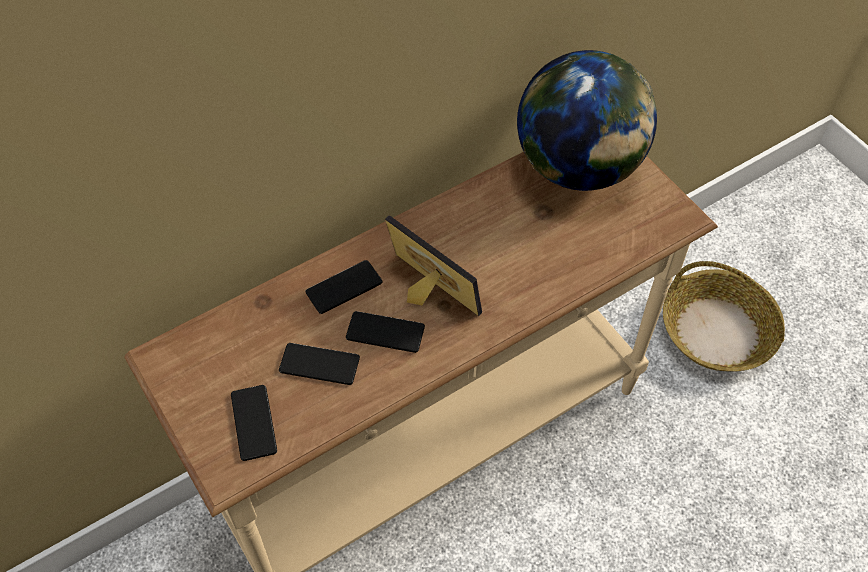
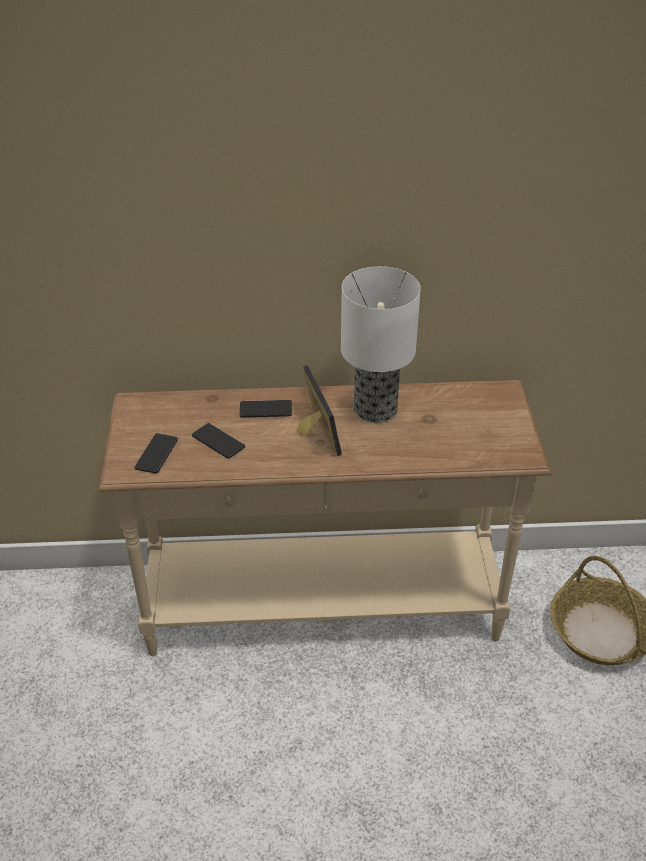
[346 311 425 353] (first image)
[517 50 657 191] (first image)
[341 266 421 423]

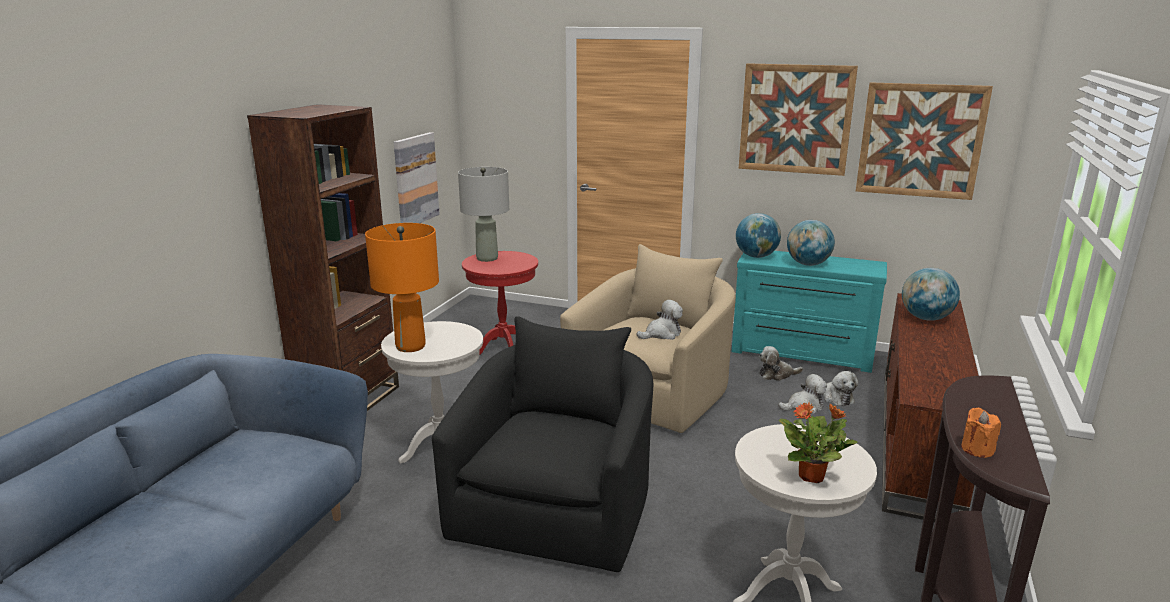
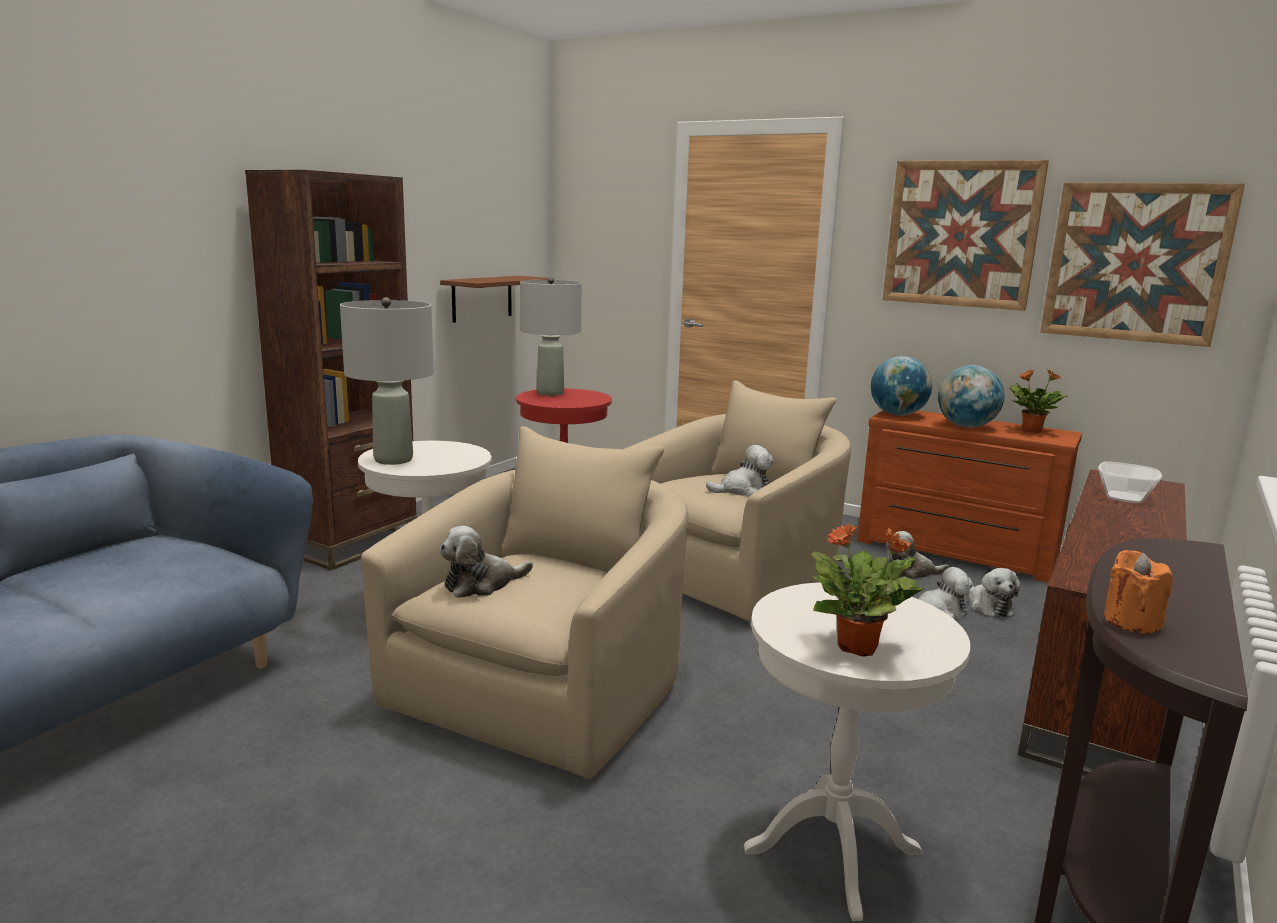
[439 526 533 598]
[1009 369 1068 433]
[440 276 548 323]
[1098 461 1162 503]
[340 297 434 465]
[361 426 688 778]
[857 410 1082 583]

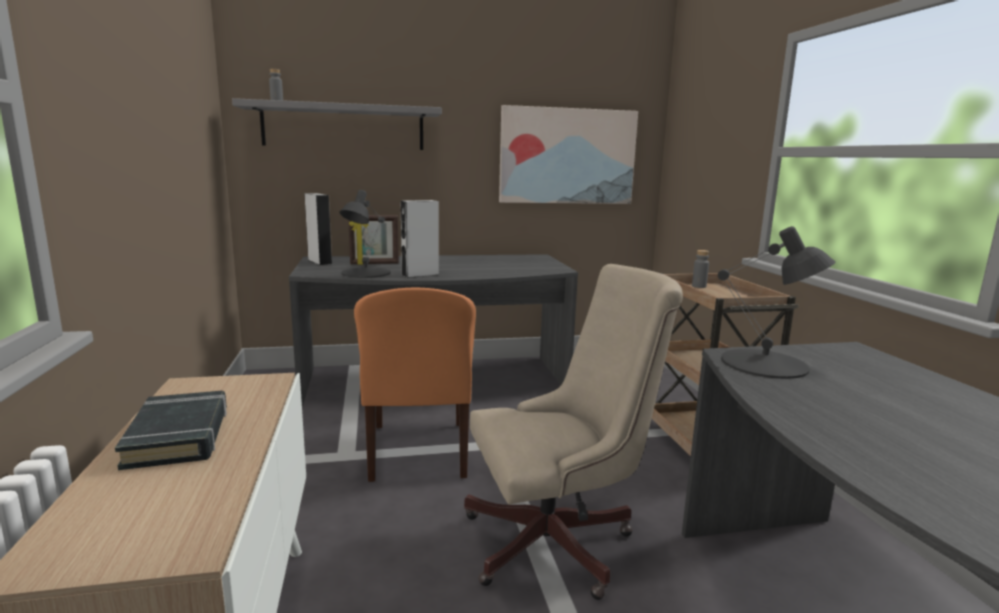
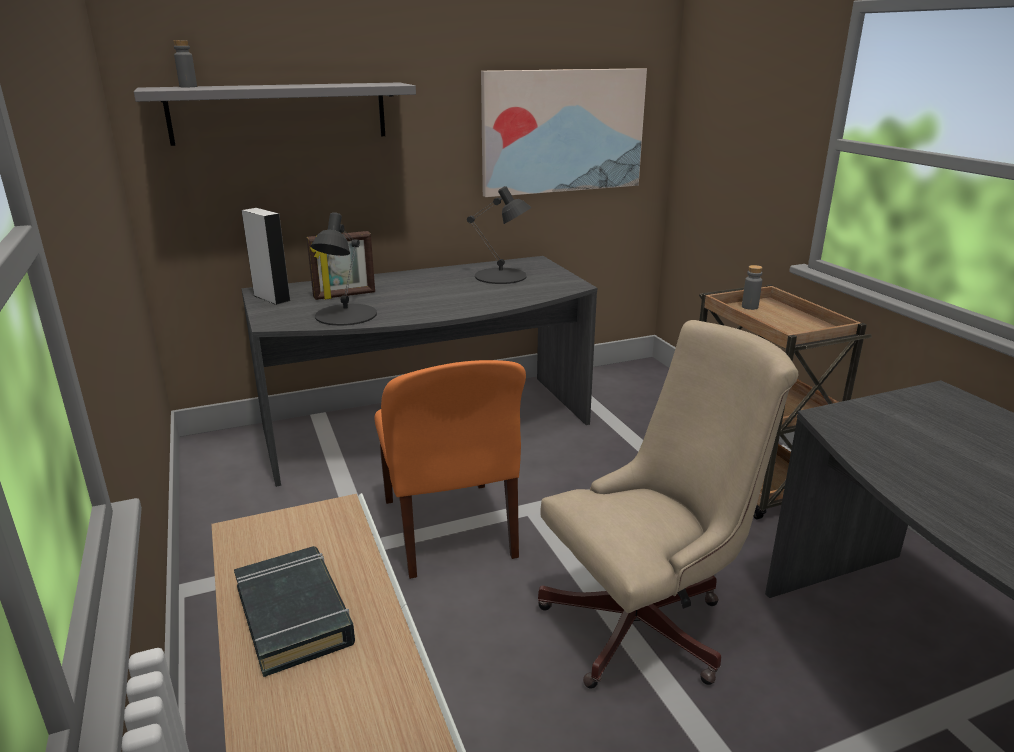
[401 200 439 278] (first image)
[467 186 532 284]

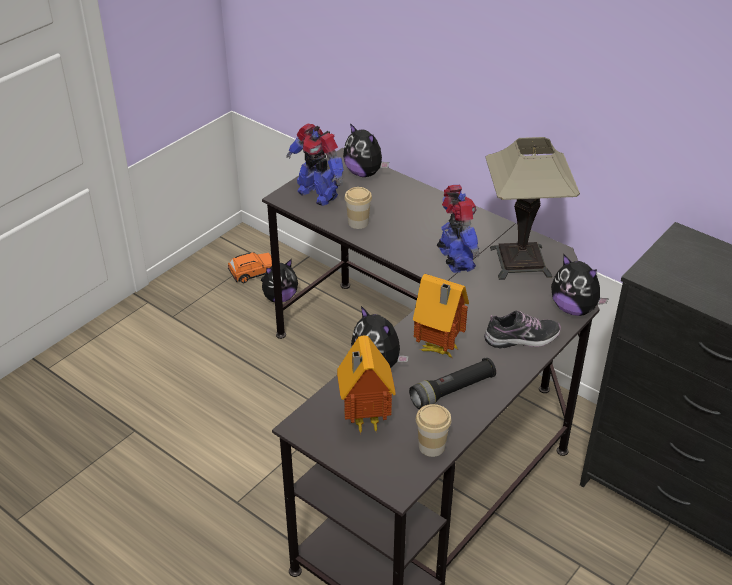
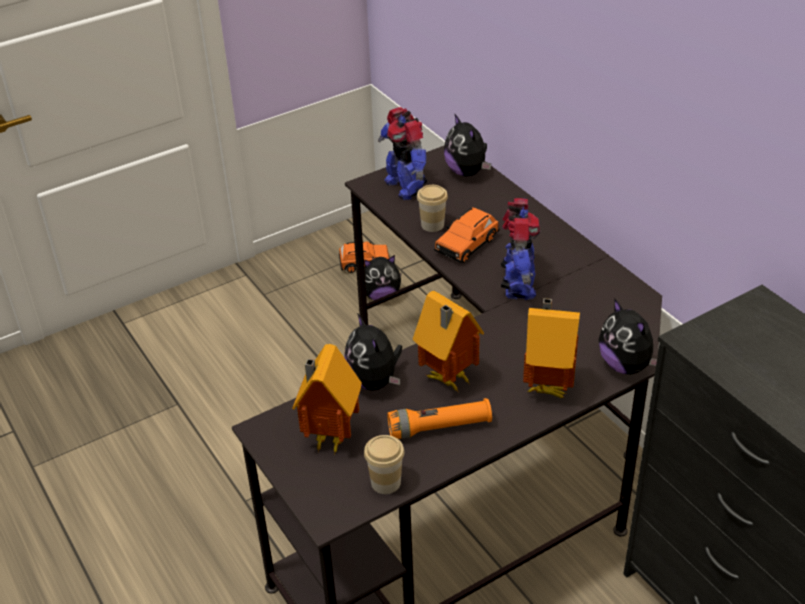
[485 137 580 280] (first image)
[434 207 500 263]
[523 298 580 398]
[387 398 492 439]

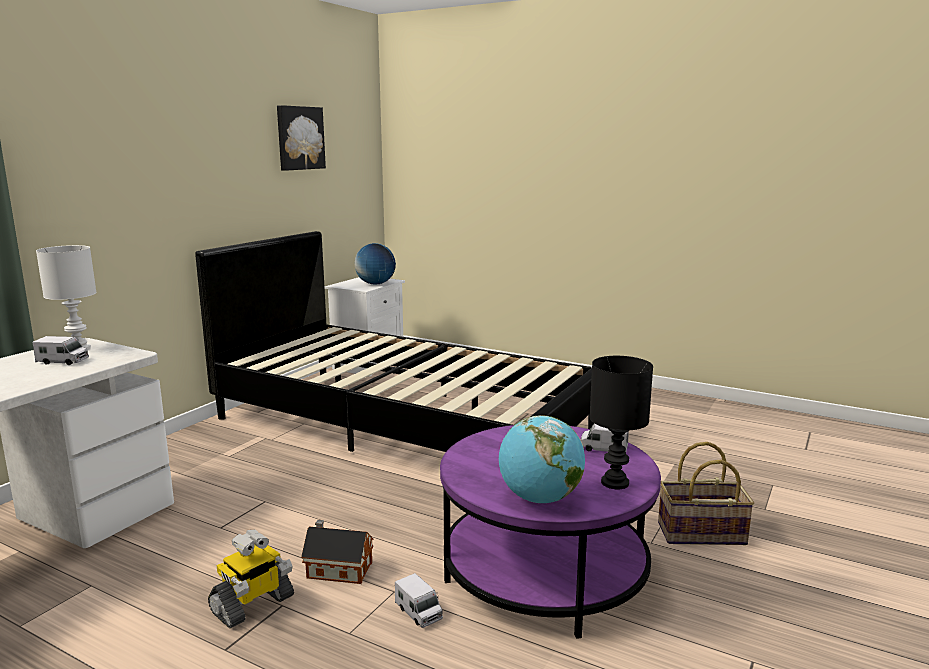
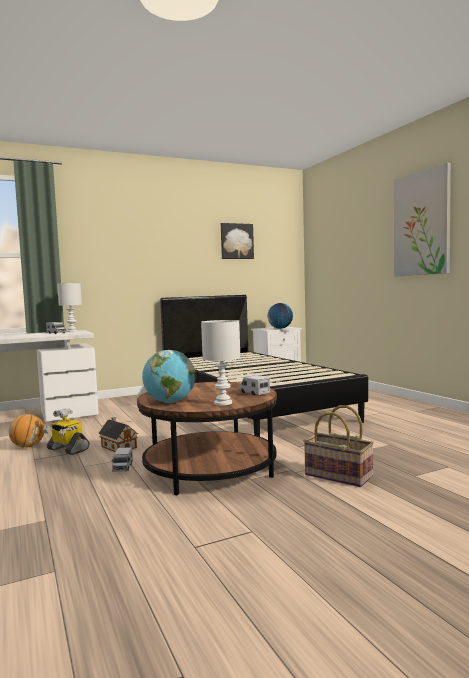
[9 414 44 448]
[394 163 451 277]
[137 382 277 495]
[201 320 241 405]
[43 408 90 455]

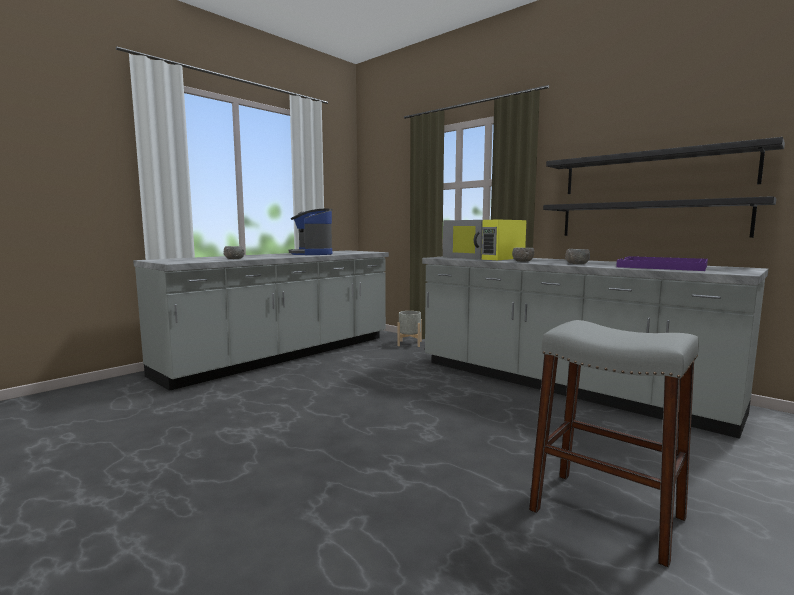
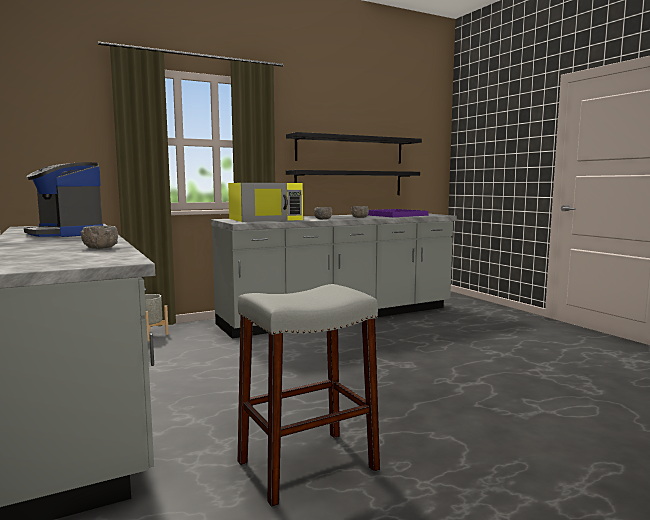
[237 284 380 507]
[24 162 103 237]

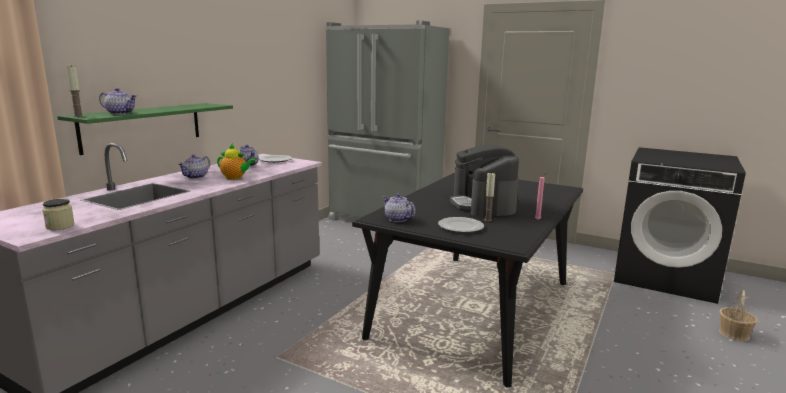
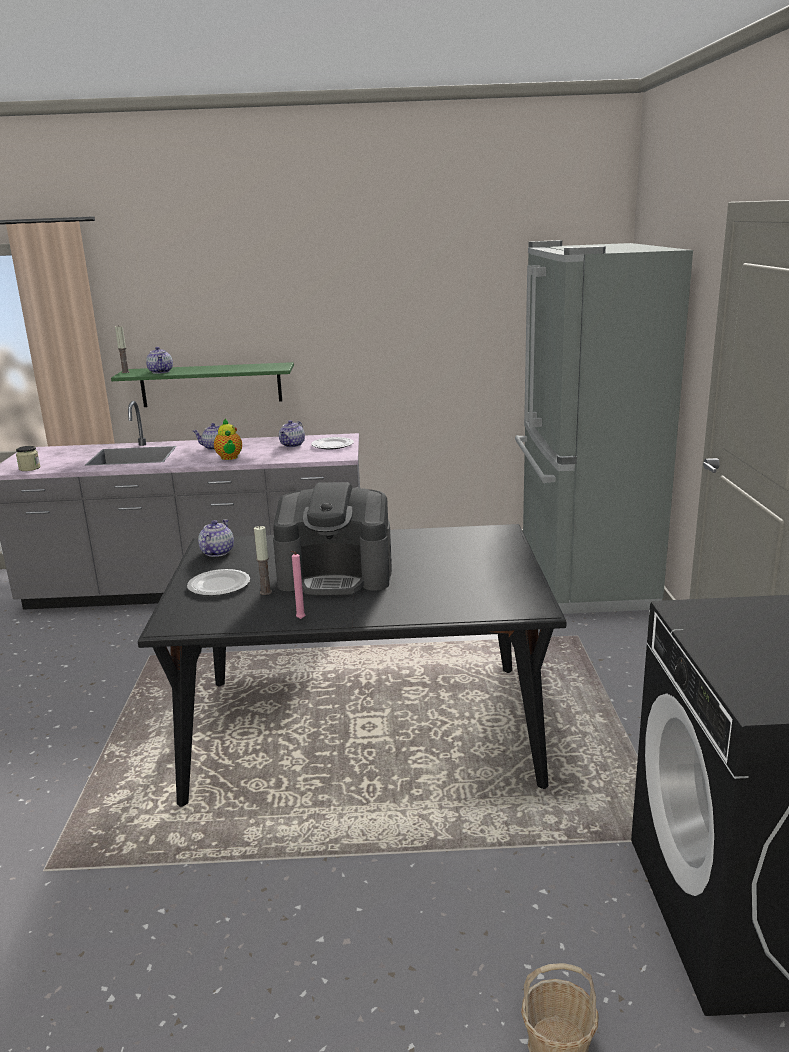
[273 482 392 595]

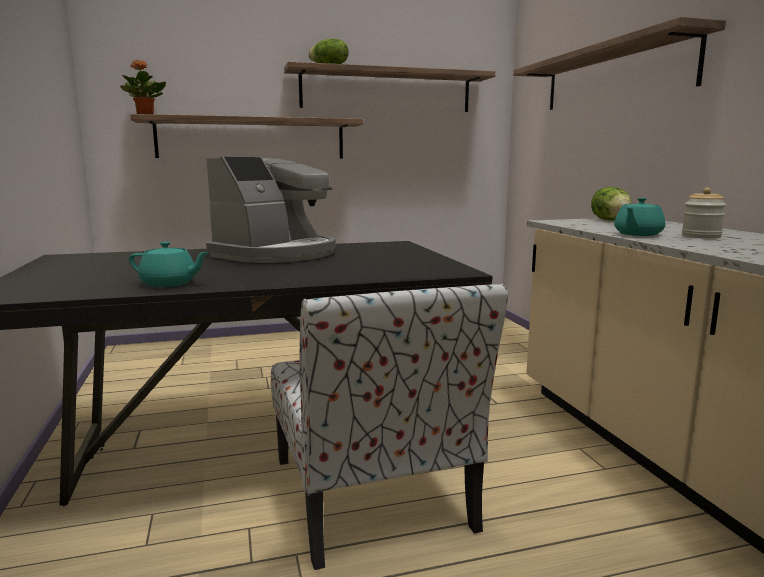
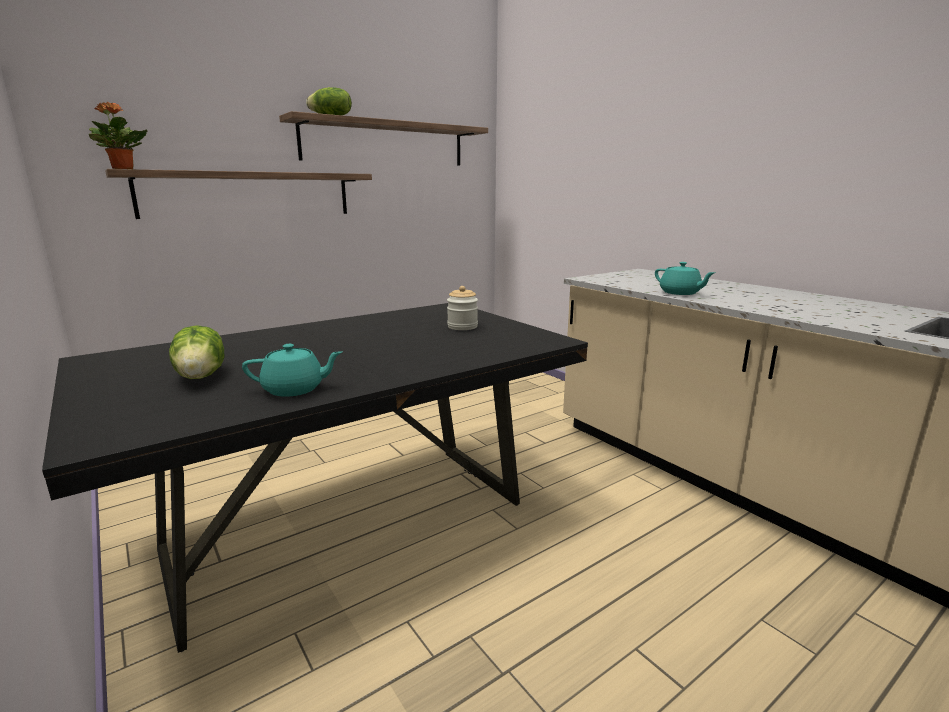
[206 157 336 263] (first image)
[271 284 508 570] (first image)
[513 17 726 110] (first image)
[169 325 224 379]
[447 286 478 330]
[655 262 716 295]

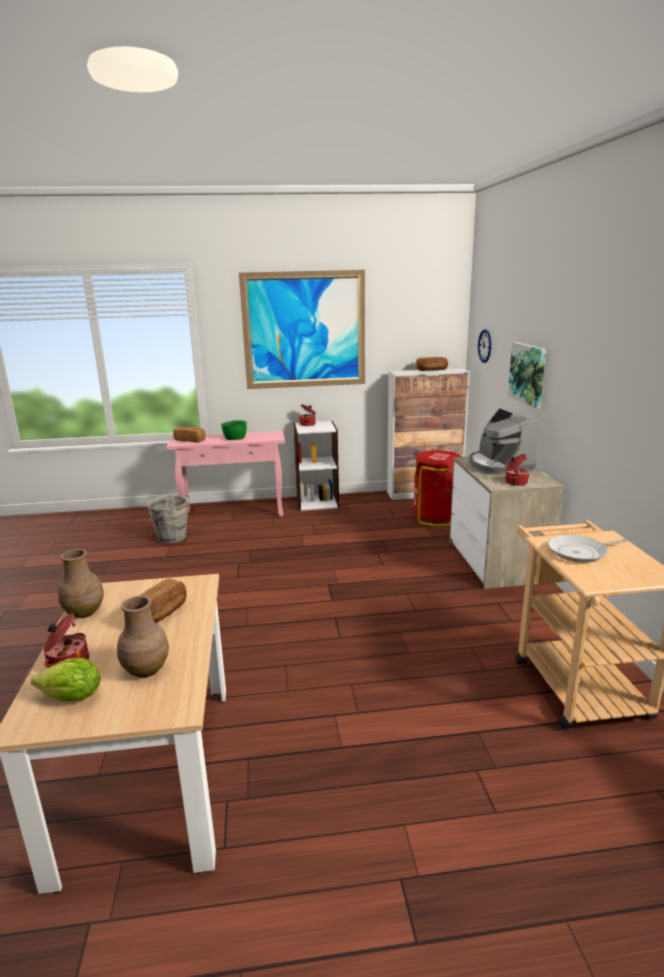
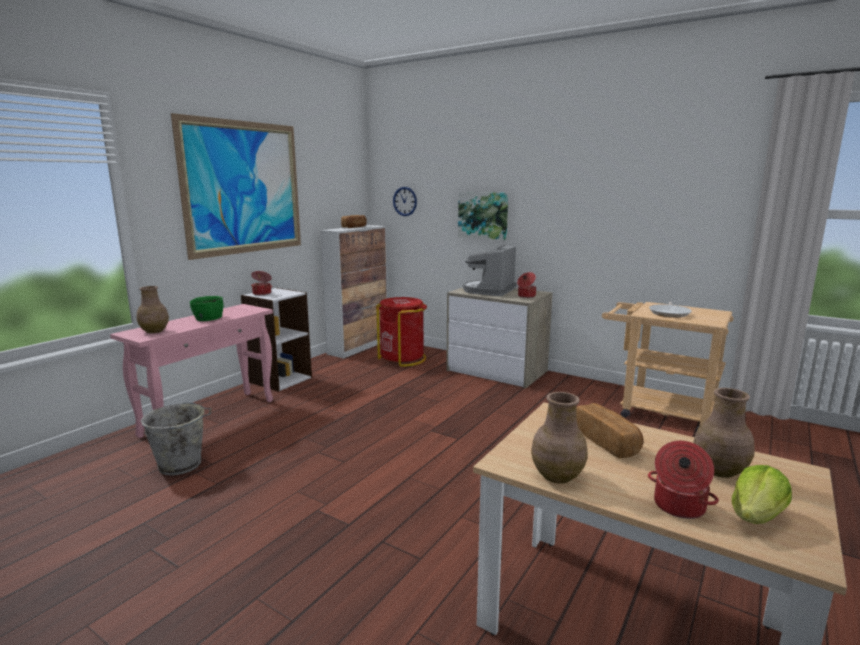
[137 286 169 333]
[463 245 517 296]

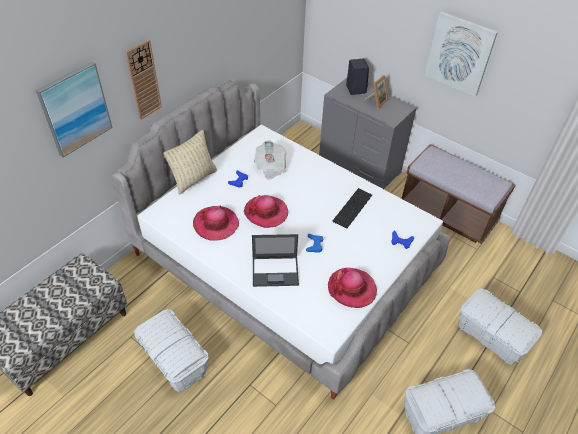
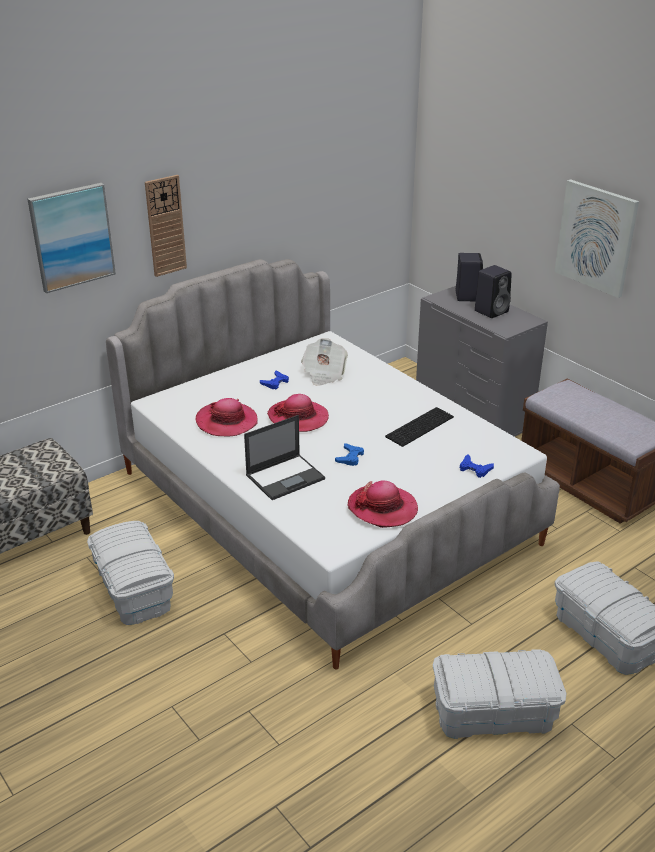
[163 130 217 195] (first image)
[475 265 512 318]
[244 415 325 500]

